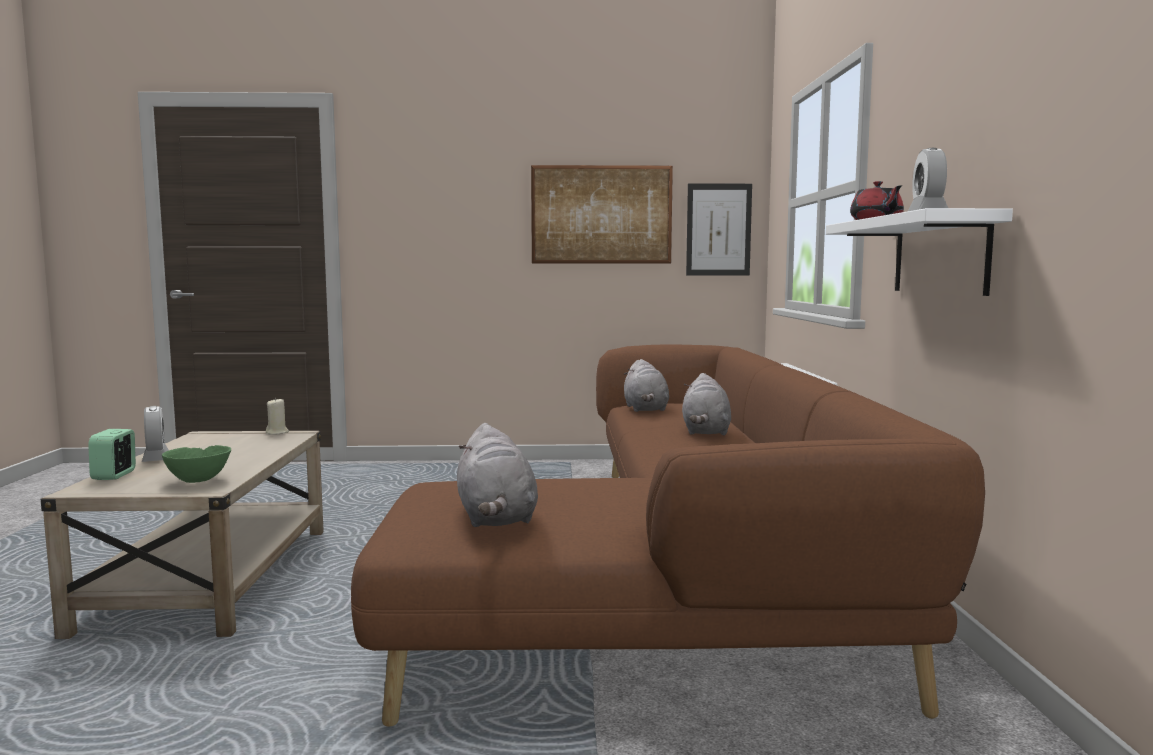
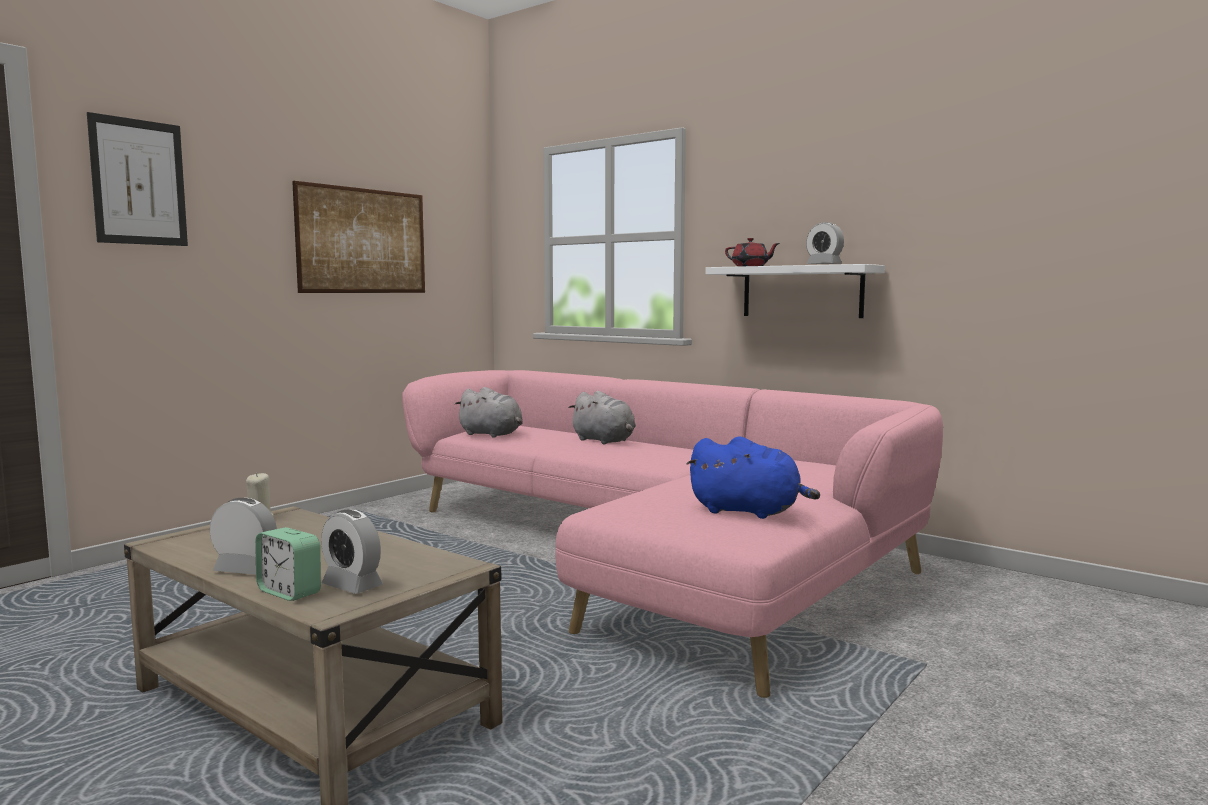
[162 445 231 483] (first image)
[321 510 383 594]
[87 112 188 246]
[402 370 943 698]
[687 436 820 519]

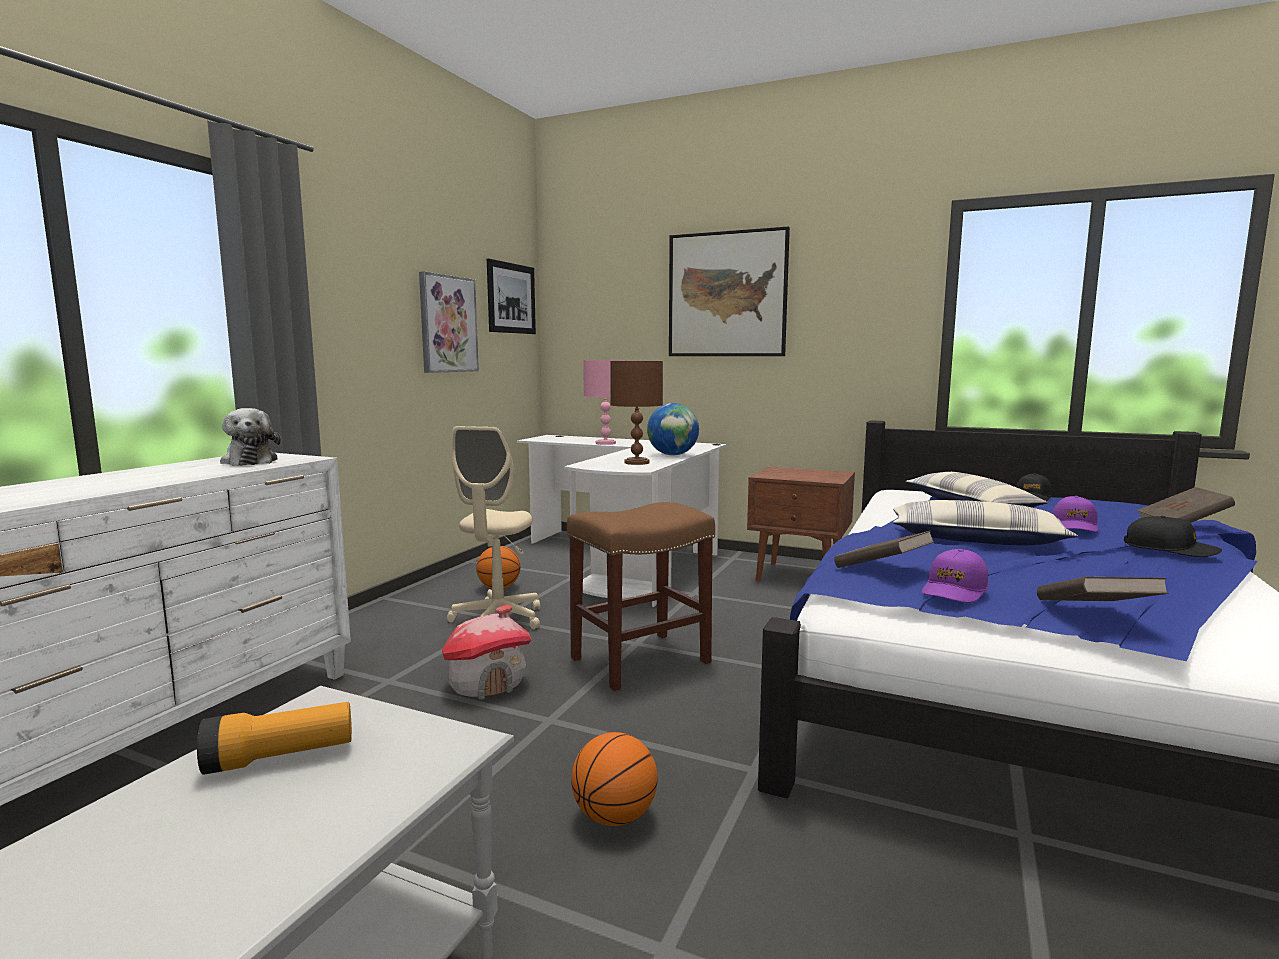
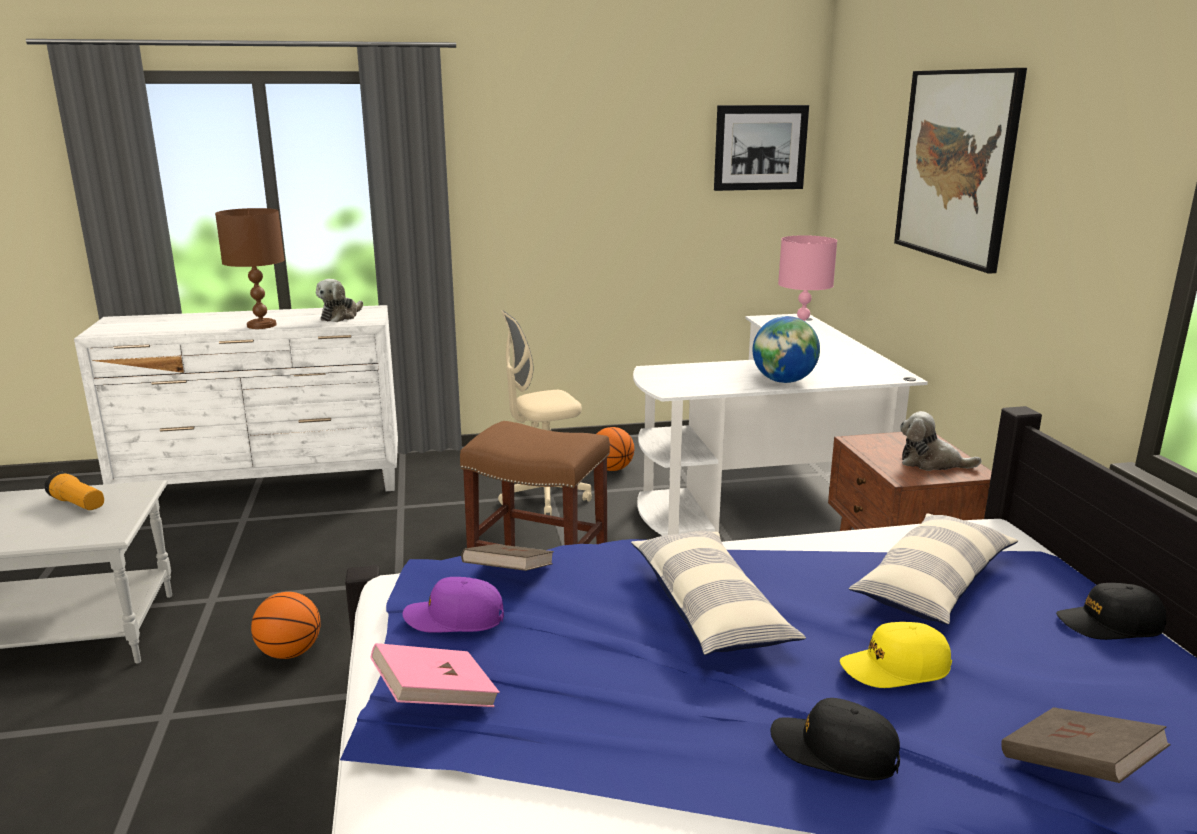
[419 272 479 373] (first image)
[442 605 531 700] (first image)
[900 411 982 471]
[215 208 285 329]
[371 643 500 707]
[840 622 952 688]
[771 698 900 780]

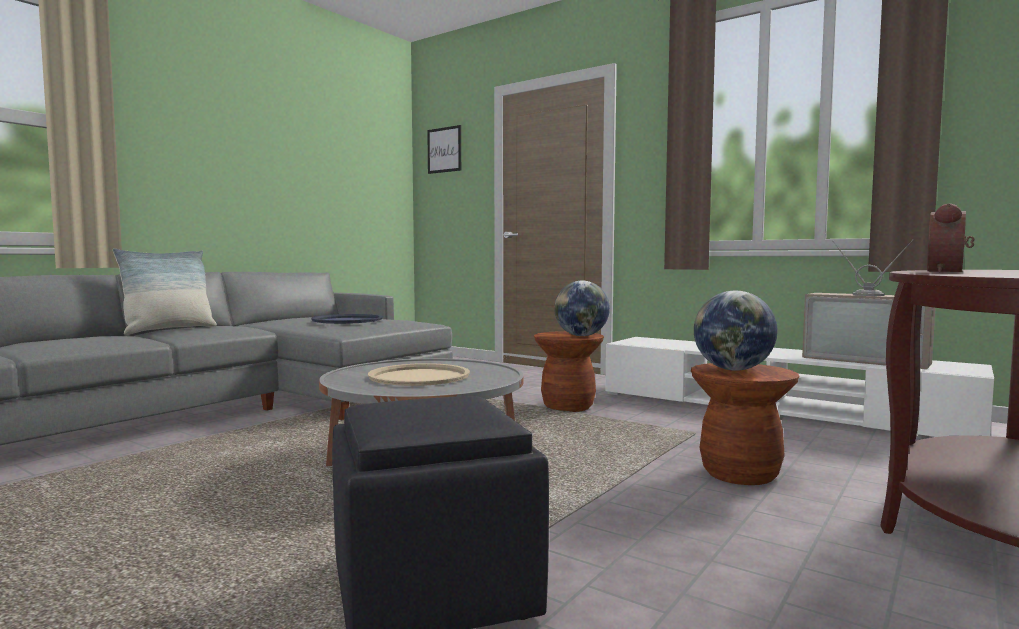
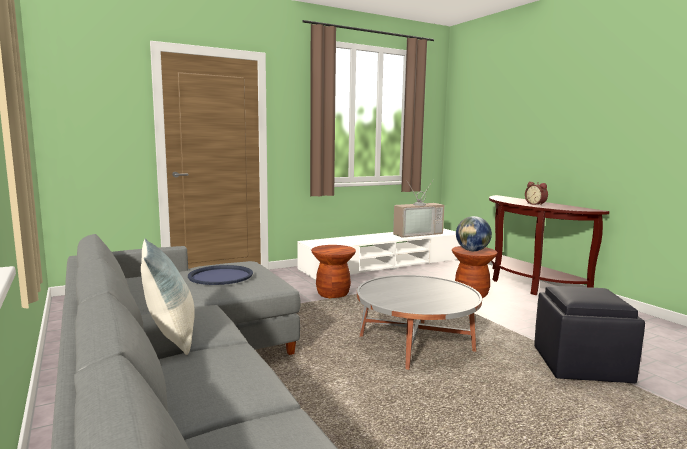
[368 363 470 386] (first image)
[427 125 461 174] (first image)
[554 281 610 336] (first image)

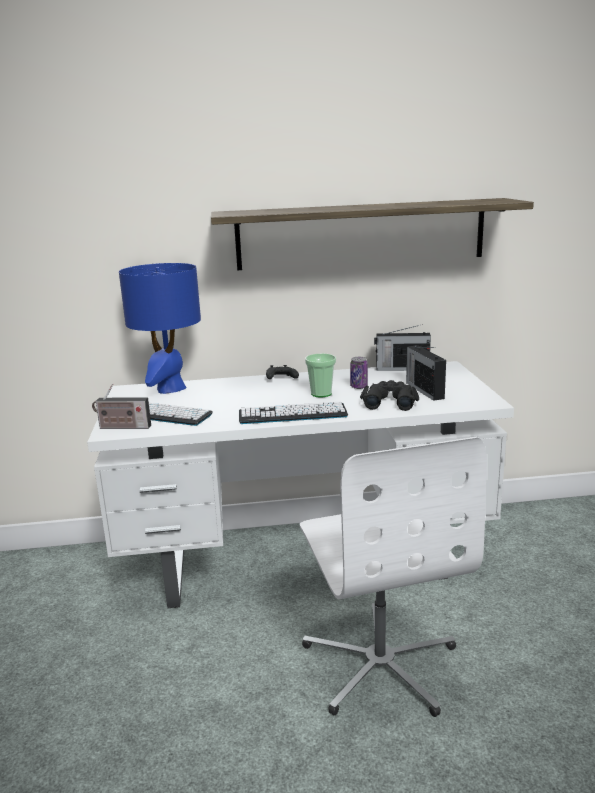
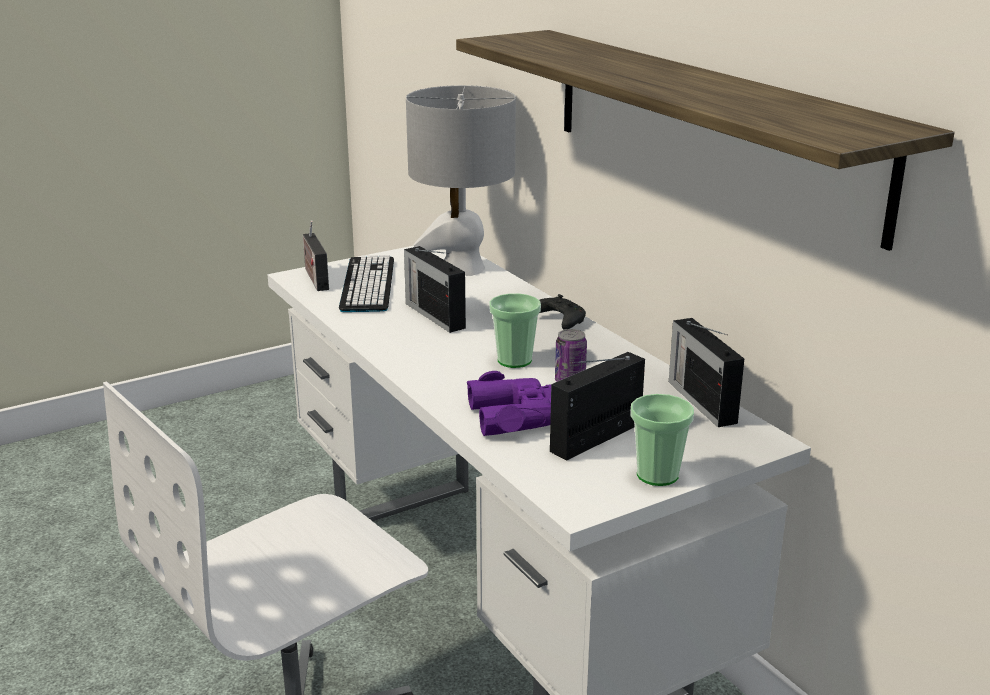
[239 402 348 424] (first image)
[404 246 466 333]
[631 394 694 486]
[406 85 516 276]
[467 371 551 436]

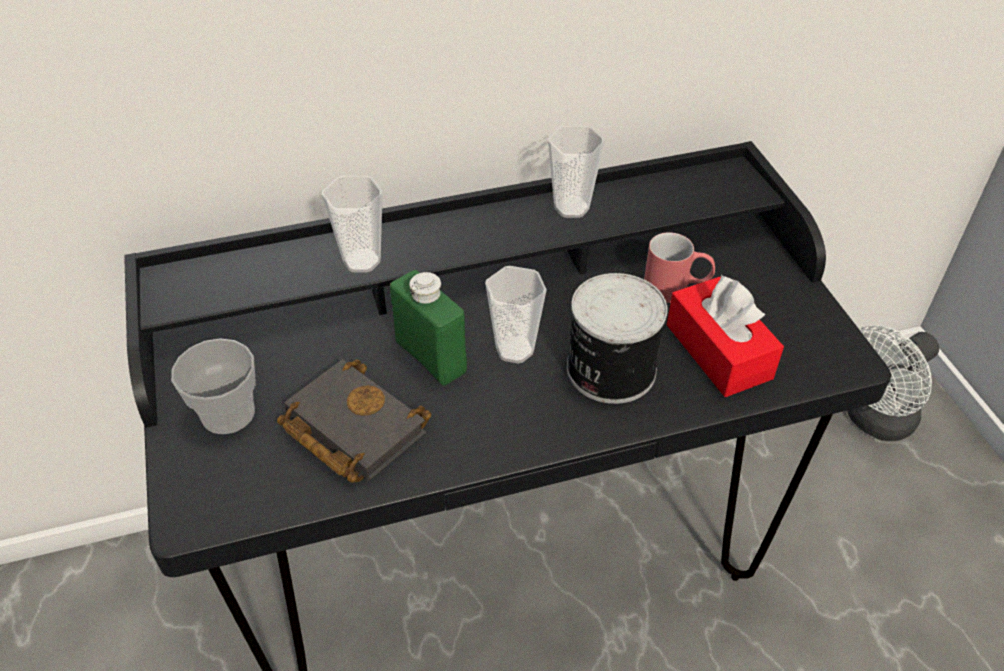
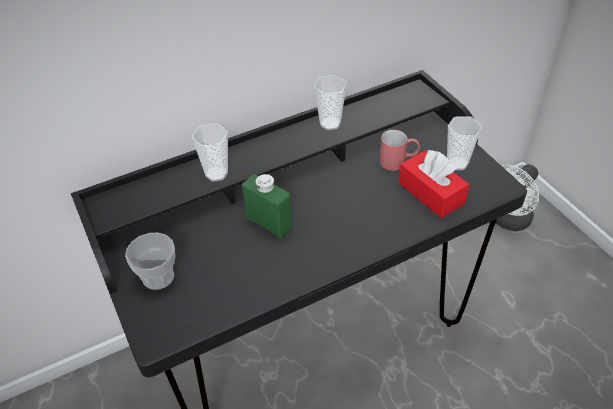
[277 359 431 483] (first image)
[567 273 668 404] (first image)
[447 117 482 170]

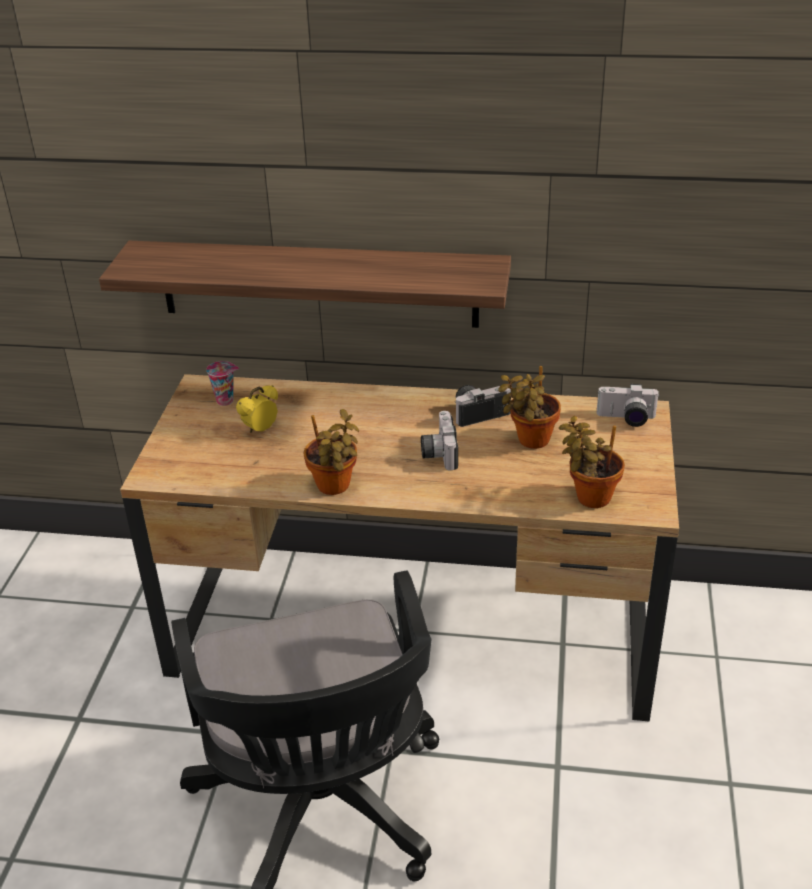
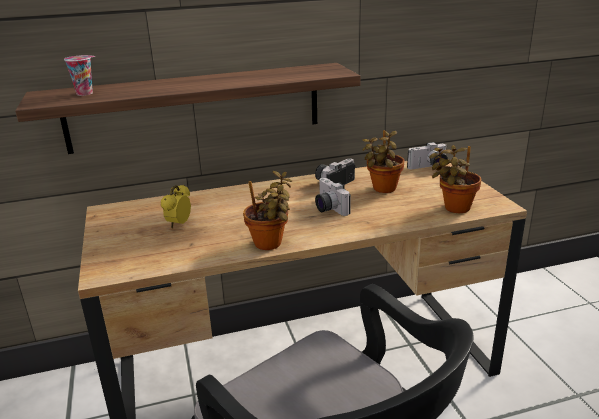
[64 55 96 96]

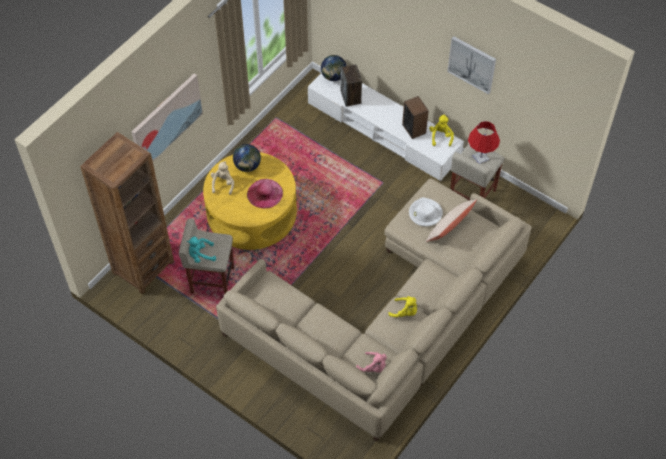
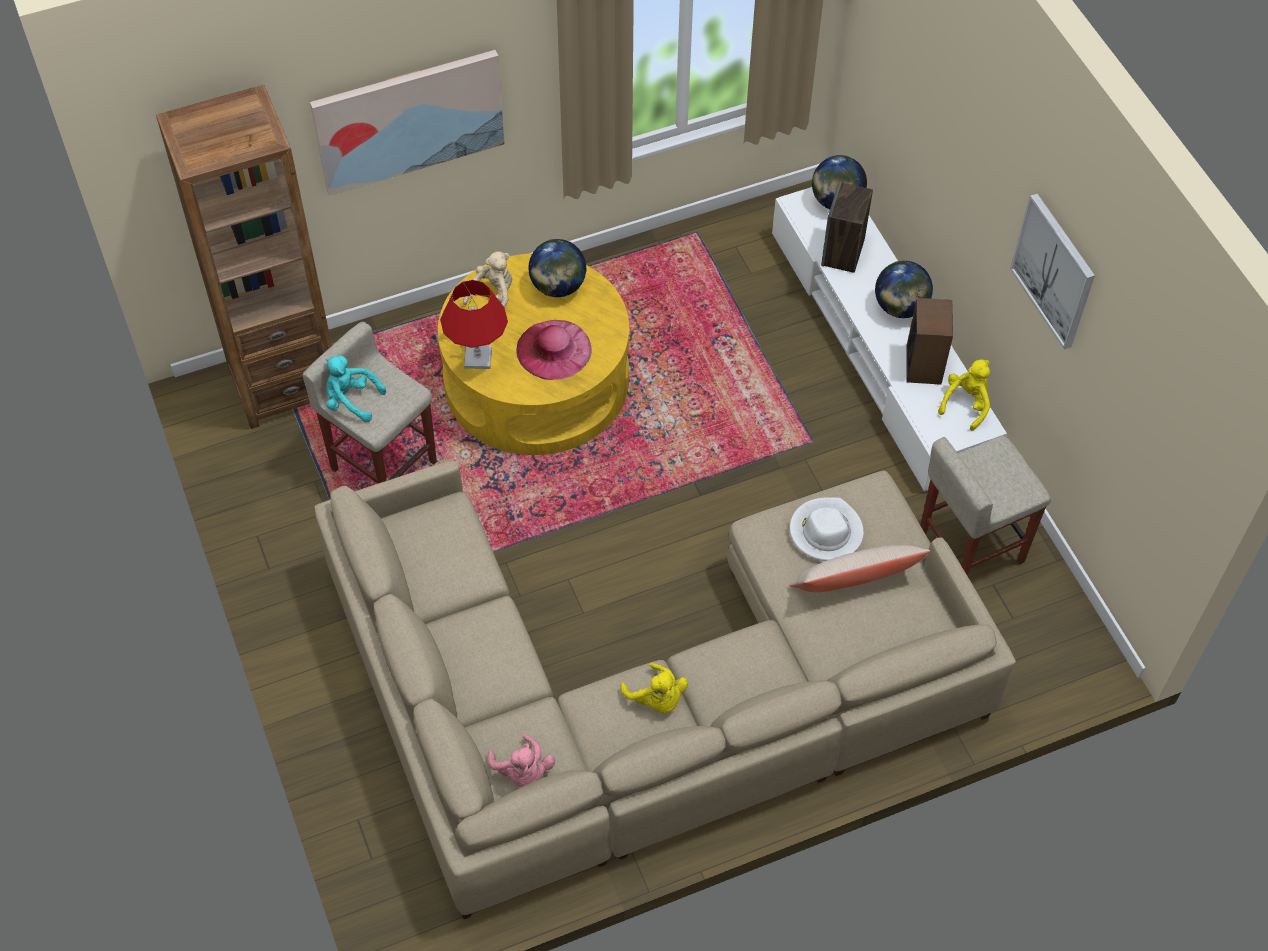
[875 261 933 318]
[440 280 508 369]

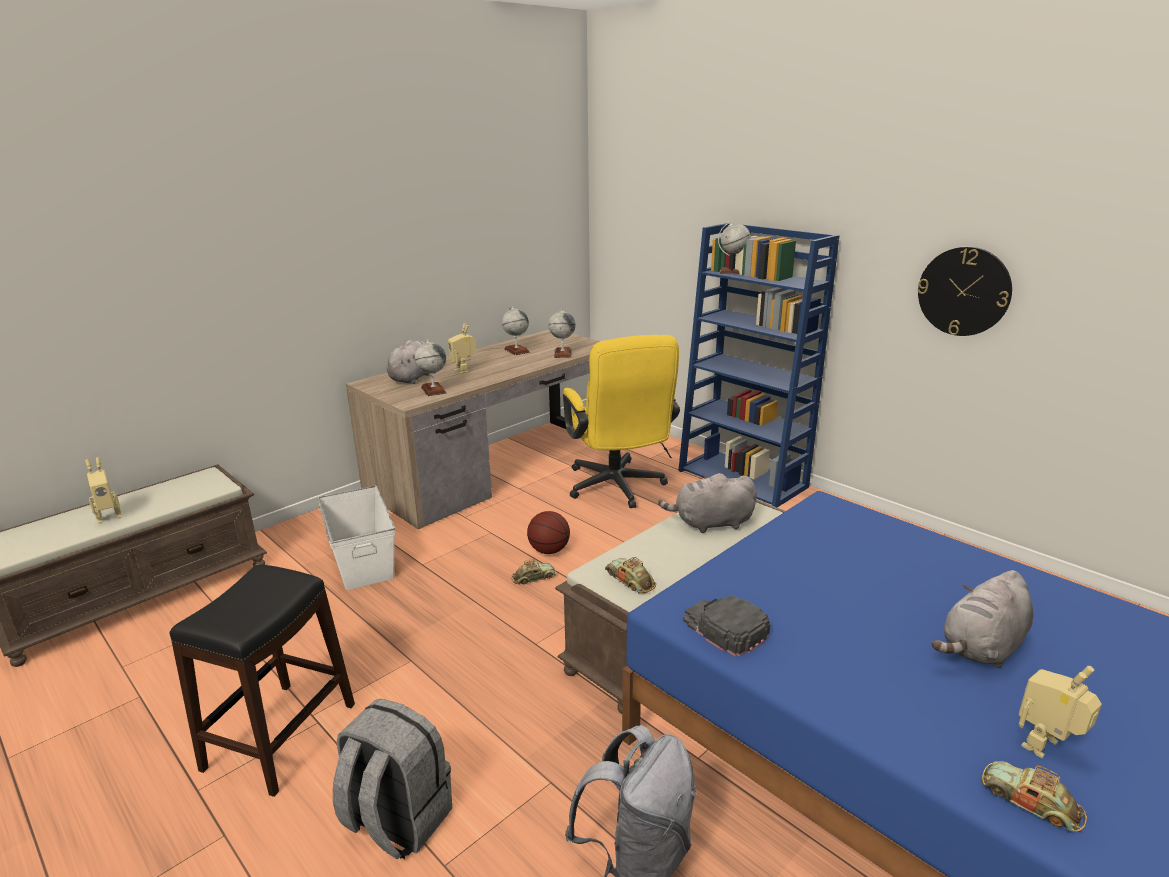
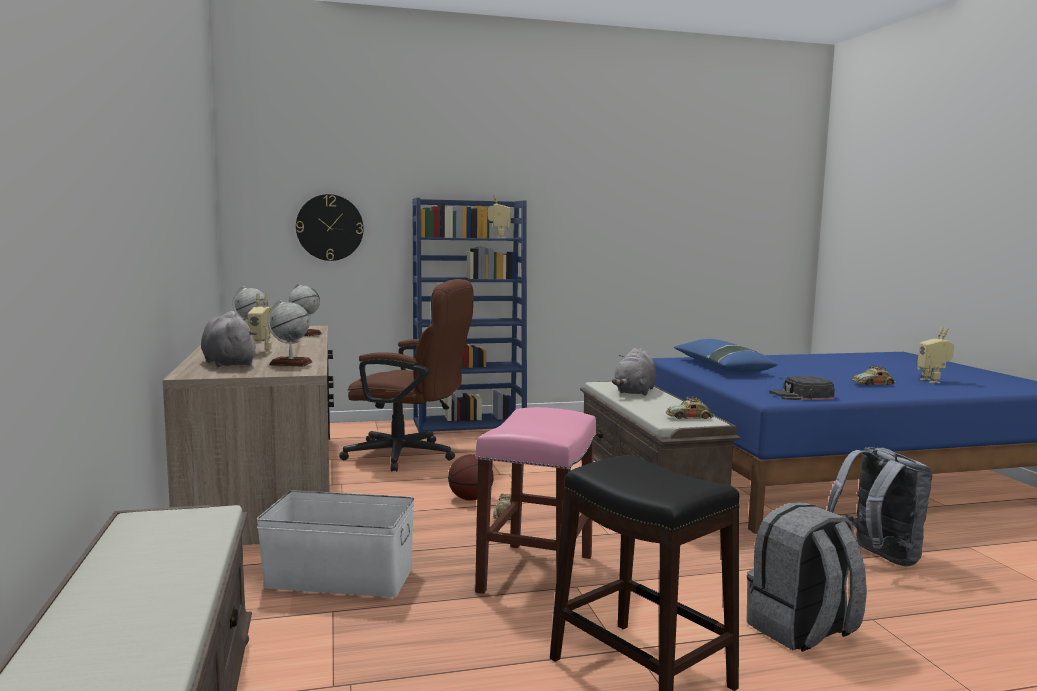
[718 222 751 274] (first image)
[932 570 1033 668] (first image)
[475 407 597 594]
[674 339 777 373]
[487 194 511 238]
[296 194 364 261]
[852 365 896 385]
[339 279 474 472]

